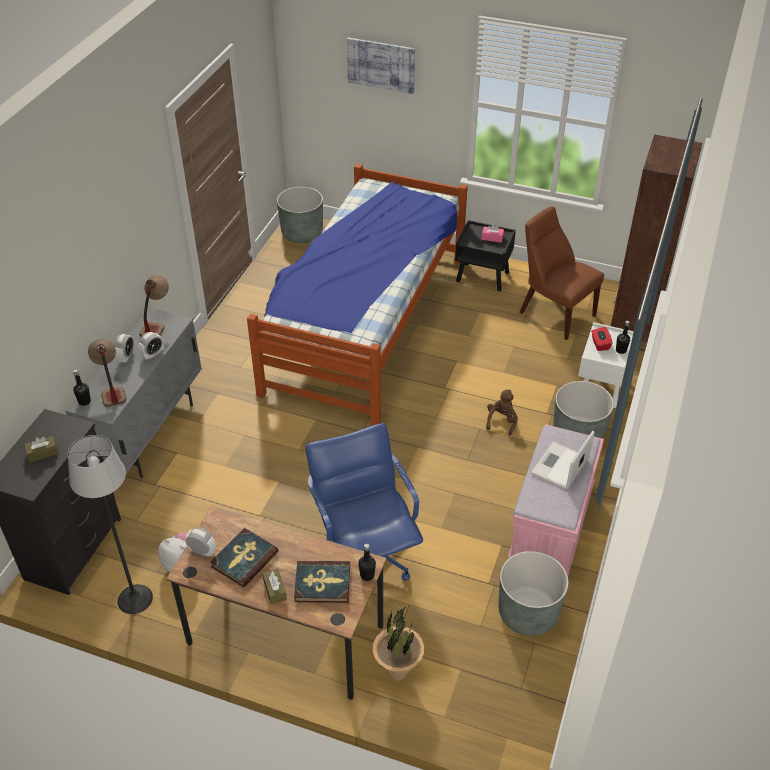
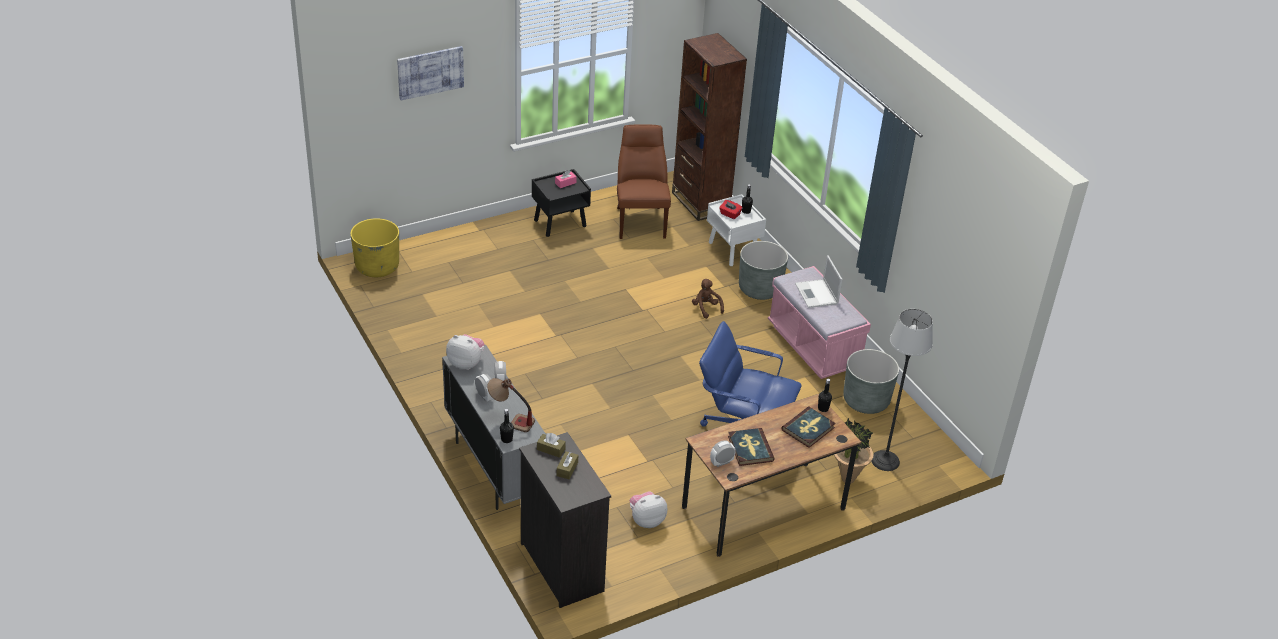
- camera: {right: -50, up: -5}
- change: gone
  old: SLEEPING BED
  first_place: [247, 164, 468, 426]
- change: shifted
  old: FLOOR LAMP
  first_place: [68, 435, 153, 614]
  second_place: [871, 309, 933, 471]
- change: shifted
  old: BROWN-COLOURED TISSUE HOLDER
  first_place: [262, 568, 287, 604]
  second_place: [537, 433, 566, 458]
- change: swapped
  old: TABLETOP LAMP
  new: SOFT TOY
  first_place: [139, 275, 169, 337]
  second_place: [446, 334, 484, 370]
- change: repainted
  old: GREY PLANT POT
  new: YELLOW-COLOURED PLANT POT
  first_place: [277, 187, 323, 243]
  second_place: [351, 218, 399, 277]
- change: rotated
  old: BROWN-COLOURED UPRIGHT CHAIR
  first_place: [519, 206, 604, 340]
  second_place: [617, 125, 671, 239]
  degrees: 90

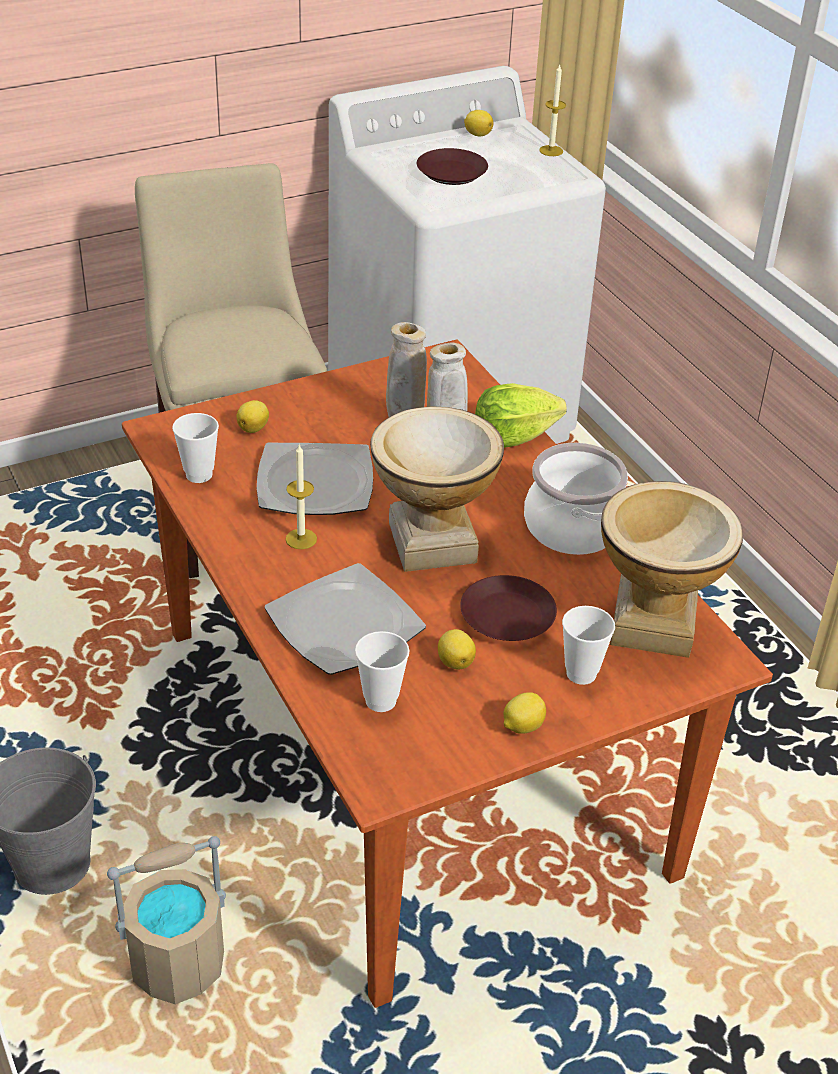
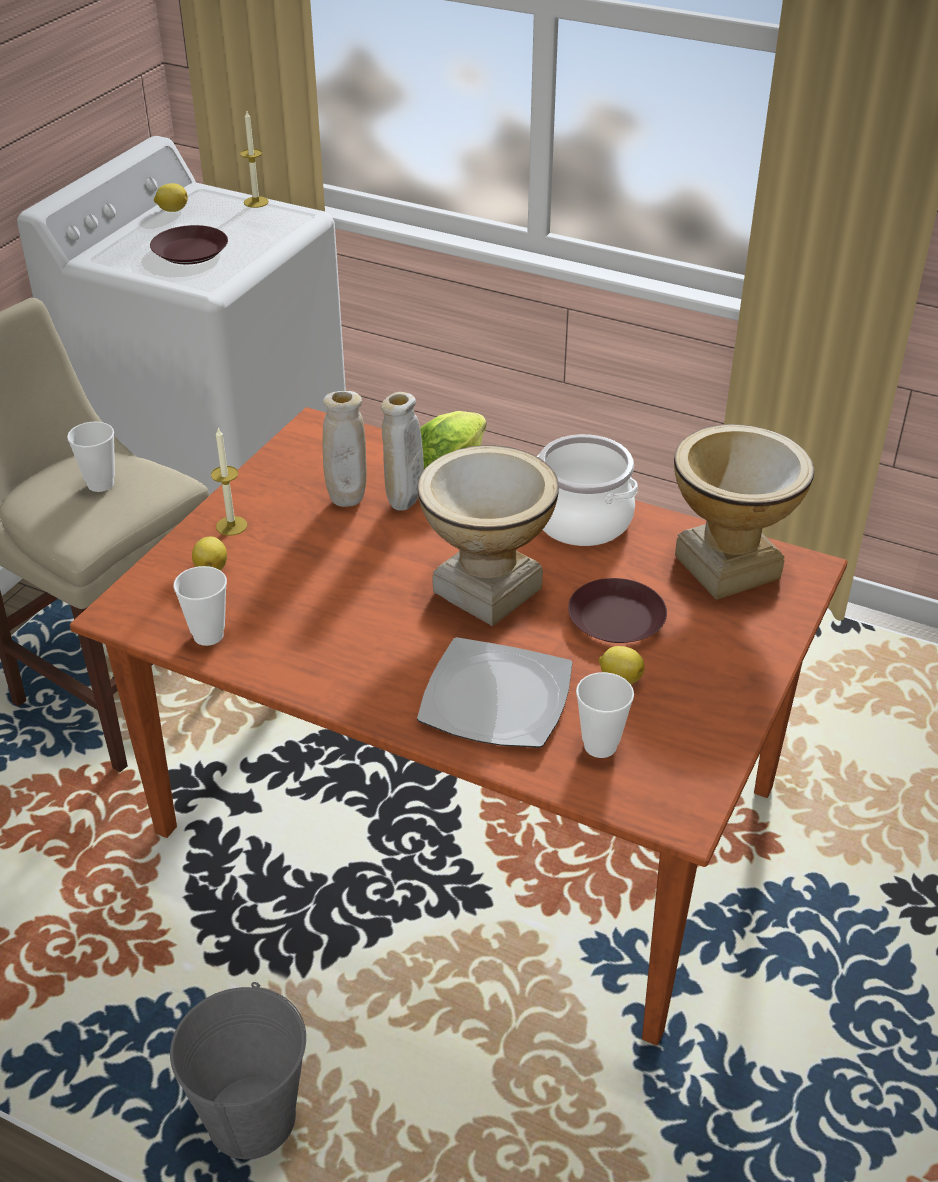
- camera: {right: -35, up: 0}
- change: gone
  old: SAND-COLOURED WATER BUCKET
  first_place: [107, 836, 226, 1004]
- change: gone
  old: DINNER PLATE
  first_place: [257, 443, 373, 515]
- change: gone
  old: LEMON
  first_place: [503, 692, 546, 734]
- change: shifted
  old: CANDLE
  first_place: [285, 444, 317, 549]
  second_place: [211, 428, 247, 536]
- change: shifted
  old: DRINKING CUP
  first_place: [562, 606, 615, 685]
  second_place: [67, 422, 115, 492]

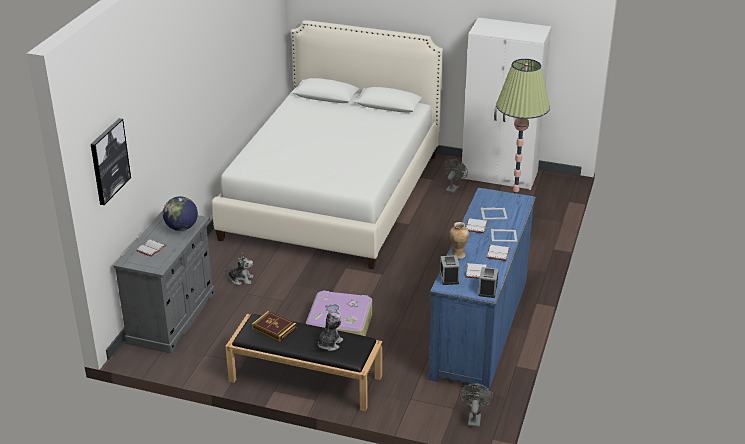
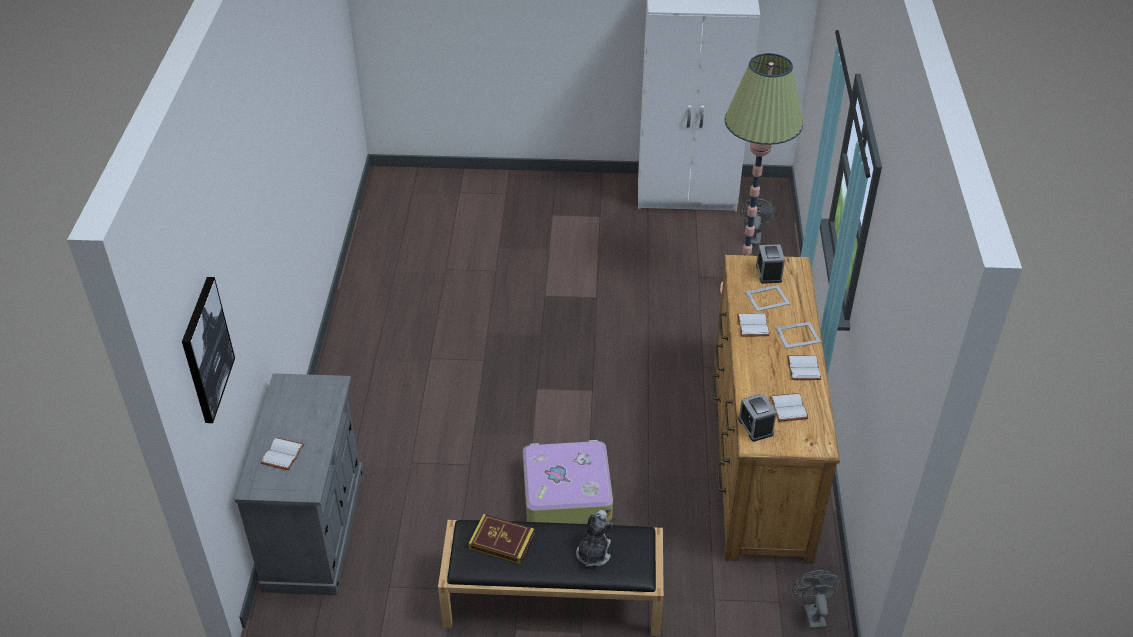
- camera: {right: -15, up: 10}
- change: gone
  old: GLOBE
  first_place: [163, 196, 198, 231]
- change: gone
  old: WHITE SLEEPING BED
  first_place: [212, 20, 443, 269]
- change: gone
  old: SOFT TOY
  first_place: [224, 253, 253, 285]
- change: gone
  old: DECORATIVE VASE
  first_place: [450, 222, 469, 259]
- change: shifted
  old: GREY FAN
  first_place: [444, 159, 468, 193]
  second_place: [740, 198, 777, 246]
- change: shifted
  old: TABLE CLOCK
  first_place: [478, 267, 499, 298]
  second_place: [756, 244, 785, 284]
- change: repainted
  old: BLUISH DRAWER CHEST
  new: BROWN-COLOURED DRAWER CHEST
  first_place: [428, 188, 536, 390]
  second_place: [712, 255, 840, 564]

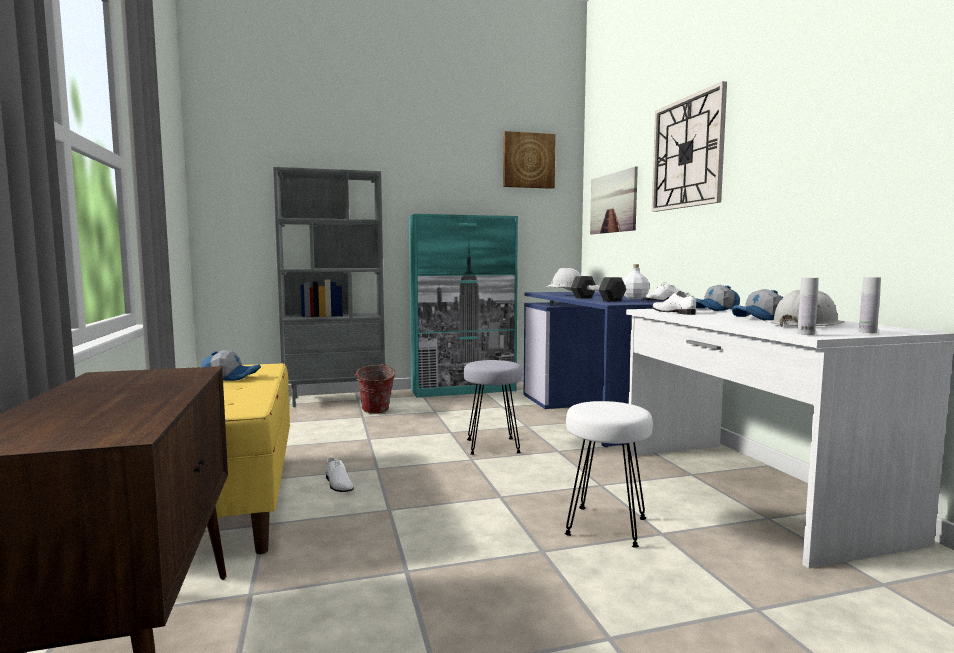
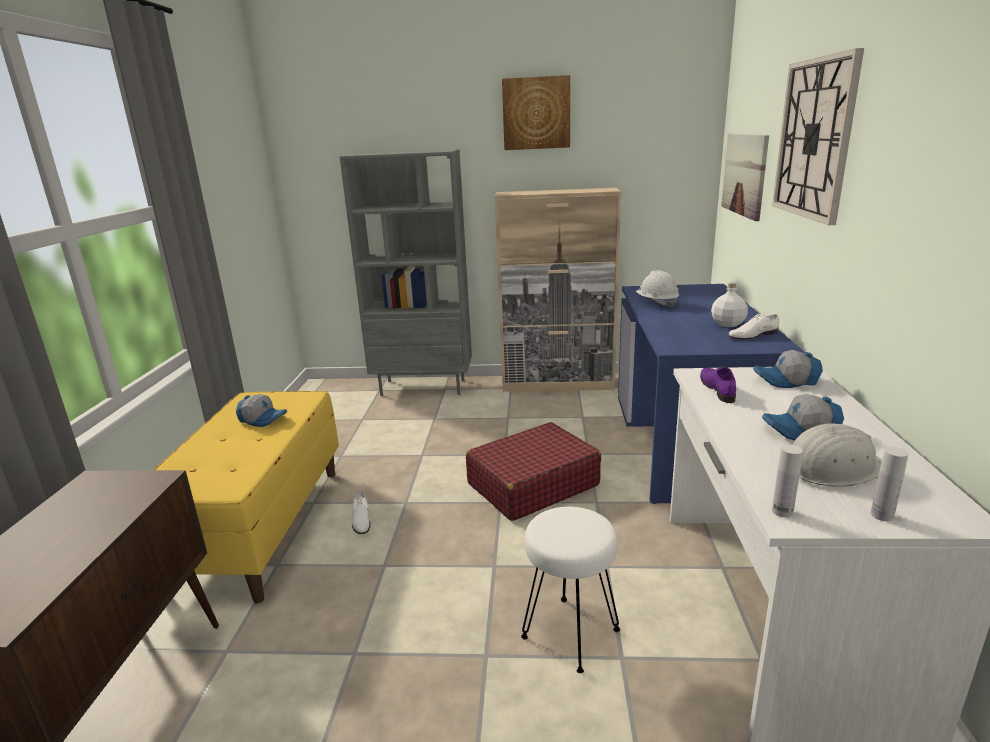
- camera: {right: 20, up: 15}
- change: gone
  old: WATER BUCKET
  first_place: [354, 363, 396, 414]
- change: gone
  old: BLACKISH DUMBBELL
  first_place: [571, 276, 626, 302]
- change: shifted
  old: WALL ART
  first_place: [503, 131, 556, 189]
  second_place: [502, 75, 570, 150]
- change: swapped
  old: GREY STOOL SEAT
  new: RED-COLOURED TRAVEL CASE
  first_place: [464, 360, 522, 455]
  second_place: [466, 422, 601, 521]
- change: repainted
  old: TURQUOISE CUPBOARD
  new: SAND-COLOURED CUPBOARD
  first_place: [409, 214, 518, 398]
  second_place: [495, 188, 621, 392]
- change: repainted
  old: WHITE ITEM OF FOOTWEAR
  new: PURPLISH ITEM OF FOOTWEAR
  first_place: [652, 291, 696, 315]
  second_place: [700, 367, 736, 403]

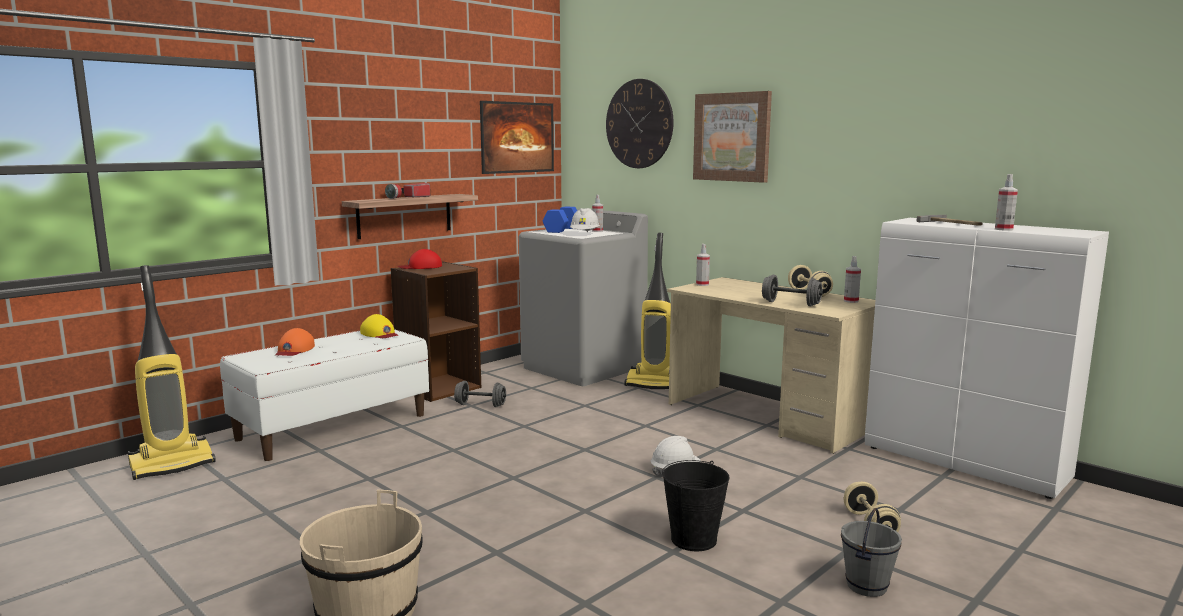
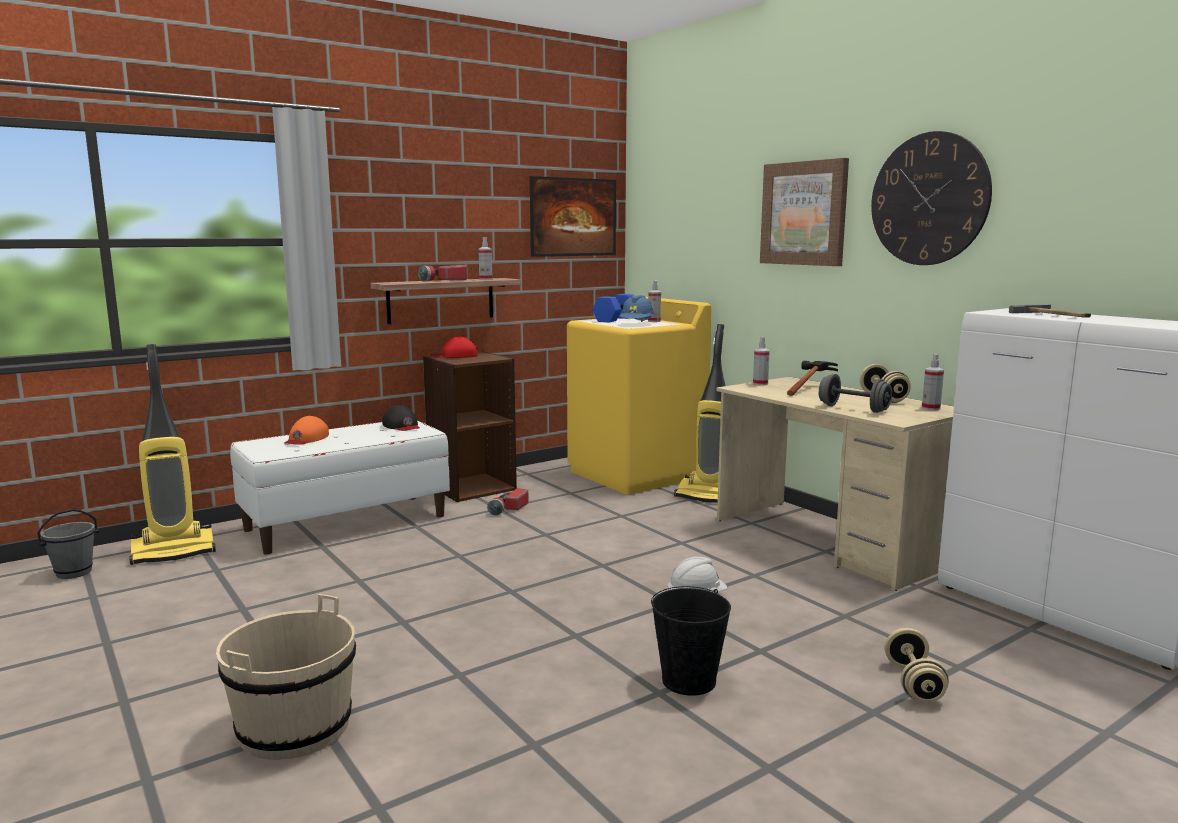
- camera: {right: 10, up: 0}
- change: new
  new: TOOL HAMMER
  second_place: [787, 361, 838, 396]
- change: shifted
  old: HANGING CLOCK
  first_place: [606, 79, 674, 168]
  second_place: [871, 131, 992, 265]
- change: shifted
  old: GREY WATER BUCKET
  first_place: [841, 508, 902, 597]
  second_place: [37, 509, 99, 579]
- change: shifted
  old: SPRAY BOTTLE
  first_place: [995, 174, 1018, 231]
  second_place: [478, 237, 492, 280]
- change: swapped
  old: GREY DUMBBELL
  new: FLASHLIGHT
  first_place: [454, 381, 506, 407]
  second_place: [487, 488, 529, 516]
- change: repainted
  old: YELLOW-COLOURED BASEBALL CAP
  new: BLACKISH BASEBALL CAP
  first_place: [360, 314, 398, 338]
  second_place: [382, 405, 420, 431]
- change: repainted
  old: GREY WASHING MACHINE
  new: YELLOW-COLOURED WASHING MACHINE
  first_place: [519, 209, 648, 386]
  second_place: [567, 297, 711, 495]
- change: repainted
  old: WHITE HARD HAT
  new: BLUISH HARD HAT
  first_place: [570, 208, 600, 232]
  second_place: [620, 295, 654, 322]

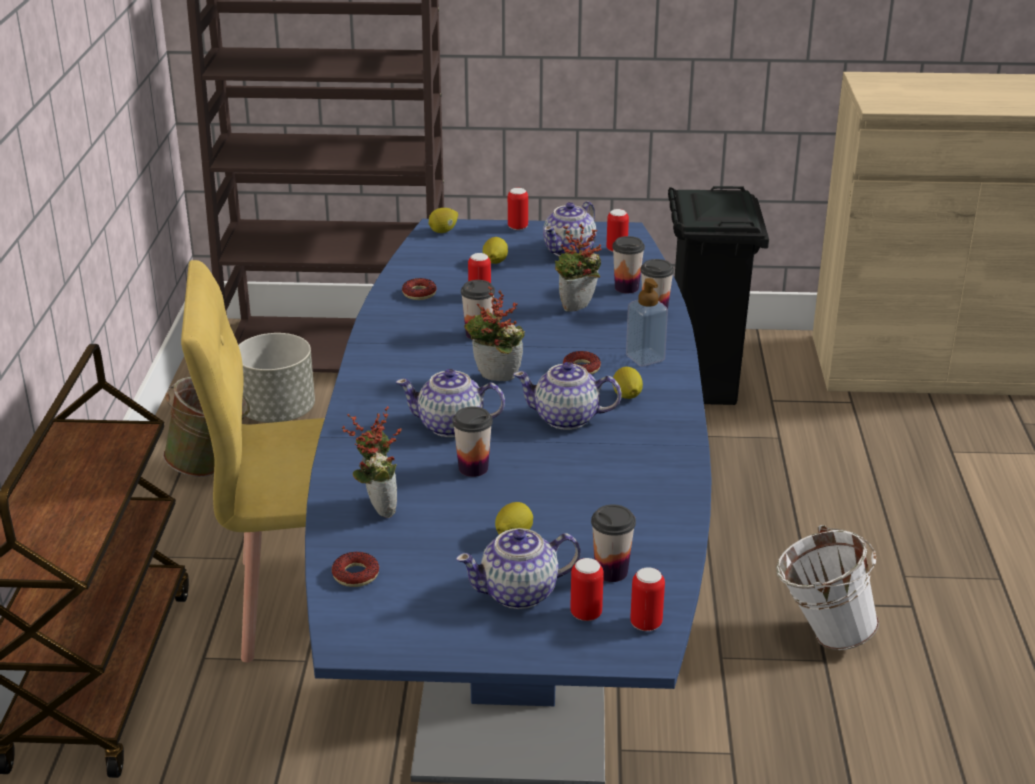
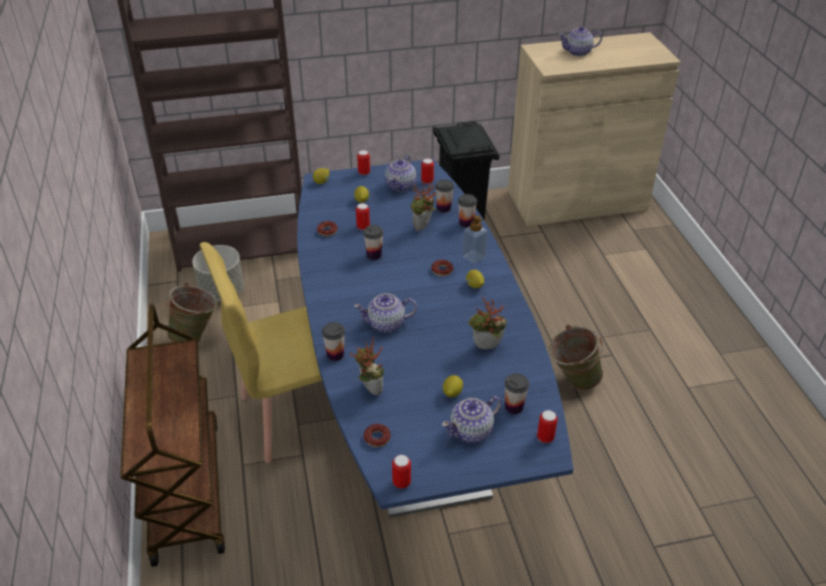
- camera: {right: -15, up: 10}
- change: shifted
  old: DRINKING CUP
  first_place: [452, 406, 493, 477]
  second_place: [322, 322, 345, 361]
- change: shifted
  old: POTTED PLANT
  first_place: [464, 287, 525, 381]
  second_place: [468, 297, 507, 349]
- change: shifted
  old: TEA POT
  first_place: [513, 362, 622, 430]
  second_place: [559, 26, 602, 56]
- change: shifted
  old: CAN
  first_place: [570, 558, 604, 621]
  second_place: [392, 455, 411, 488]
- change: repainted
  old: WHITE WATER BUCKET
  new: GREEN WATER BUCKET
  first_place: [776, 525, 879, 650]
  second_place: [549, 325, 604, 390]

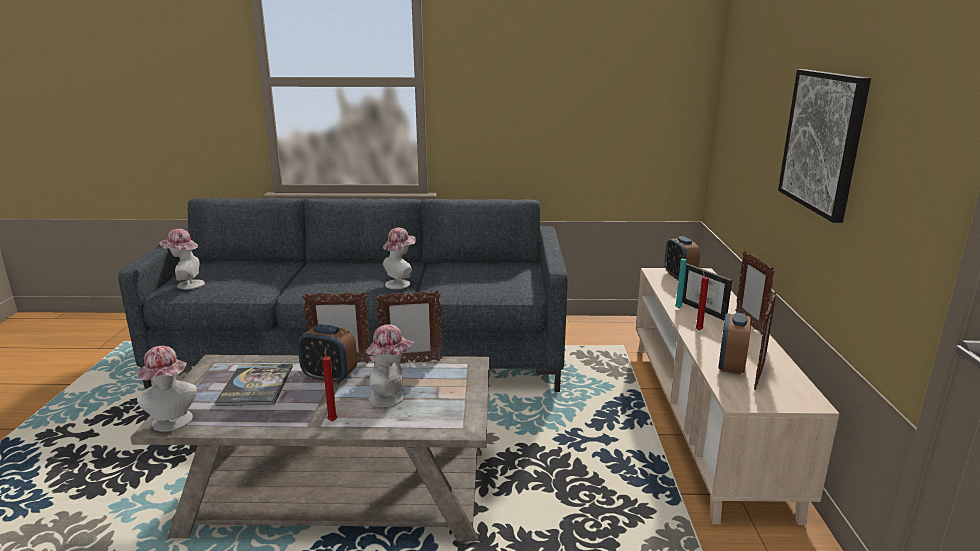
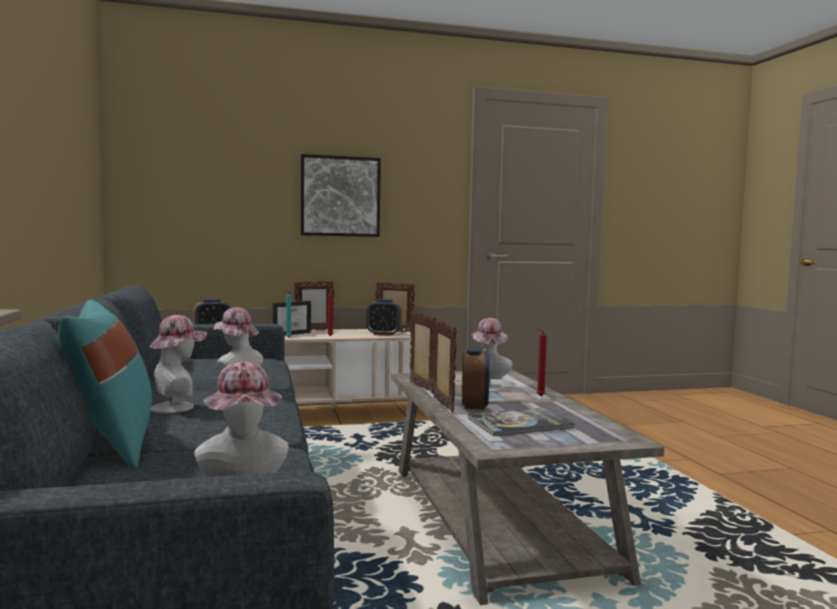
- camera: {right: -105, up: -15}
- change: new
  new: TURQUOISE THROW PILLOW
  second_place: [57, 300, 152, 468]
- change: shifted
  old: WEARABLE HAT
  first_place: [136, 346, 197, 432]
  second_place: [150, 315, 207, 413]

